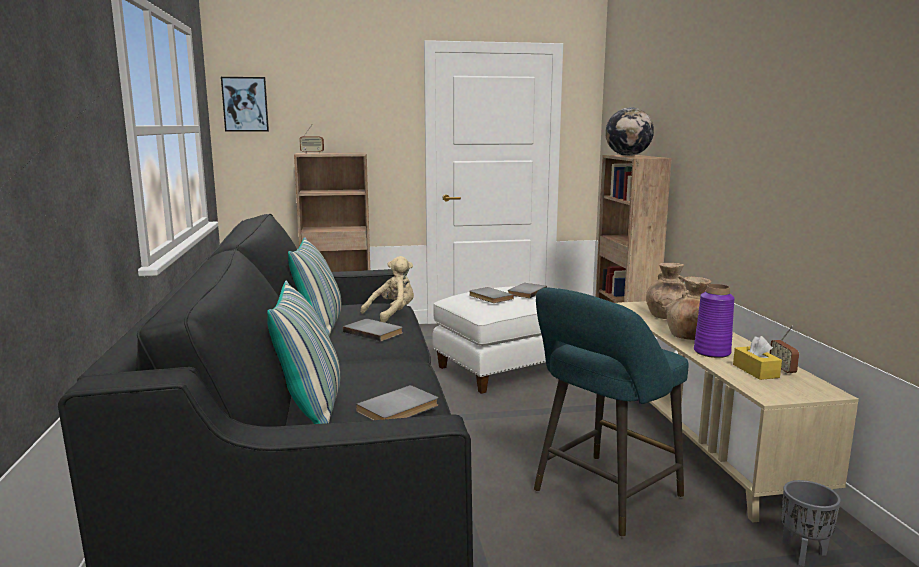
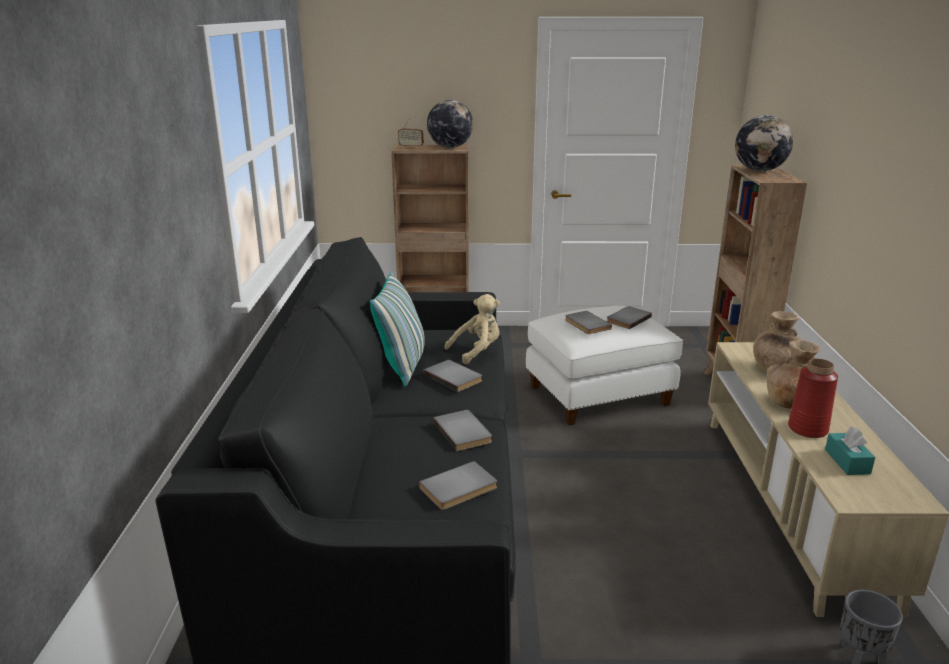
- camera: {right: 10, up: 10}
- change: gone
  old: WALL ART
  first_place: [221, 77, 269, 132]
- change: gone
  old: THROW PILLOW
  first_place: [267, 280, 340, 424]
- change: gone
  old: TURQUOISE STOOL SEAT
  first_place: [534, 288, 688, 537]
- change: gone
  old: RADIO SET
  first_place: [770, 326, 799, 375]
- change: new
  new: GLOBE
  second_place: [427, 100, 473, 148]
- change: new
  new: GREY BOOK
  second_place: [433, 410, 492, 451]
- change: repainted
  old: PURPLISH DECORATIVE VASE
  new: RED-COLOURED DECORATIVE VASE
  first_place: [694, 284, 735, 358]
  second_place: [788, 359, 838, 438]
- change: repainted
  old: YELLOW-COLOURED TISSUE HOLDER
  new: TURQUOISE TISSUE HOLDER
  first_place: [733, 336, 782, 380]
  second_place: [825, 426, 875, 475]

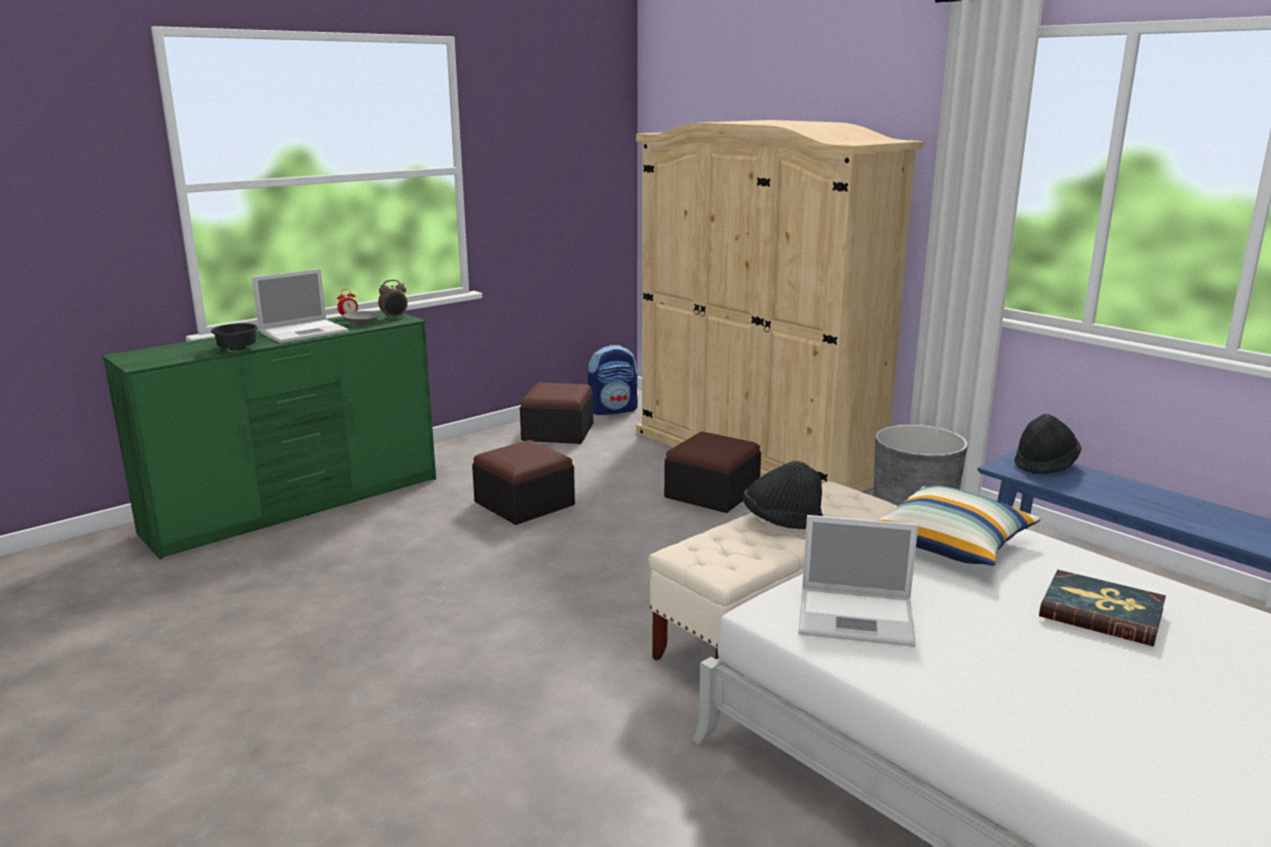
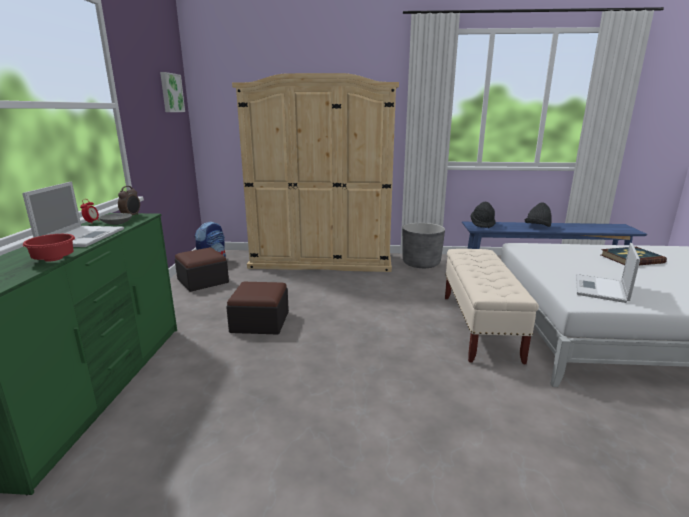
- camera: {right: -45, up: 0}
- change: gone
  old: POUFFE
  first_place: [664, 432, 761, 513]
- change: gone
  old: THROW PILLOW
  first_place: [876, 486, 1041, 566]
- change: new
  new: WALL ART
  second_place: [160, 72, 185, 112]
- change: shifted
  old: BLACKISH WEARABLE HAT
  first_place: [743, 461, 823, 529]
  second_place: [525, 203, 552, 227]
- change: repainted
  old: BLACKISH DEEP DISH
  new: RED-COLOURED DEEP DISH
  first_place: [211, 323, 258, 350]
  second_place: [23, 234, 75, 261]
- change: rotated
  old: NOTEBOOK COMPUTER
  first_place: [798, 515, 918, 647]
  second_place: [576, 243, 640, 303]
  degrees: 150

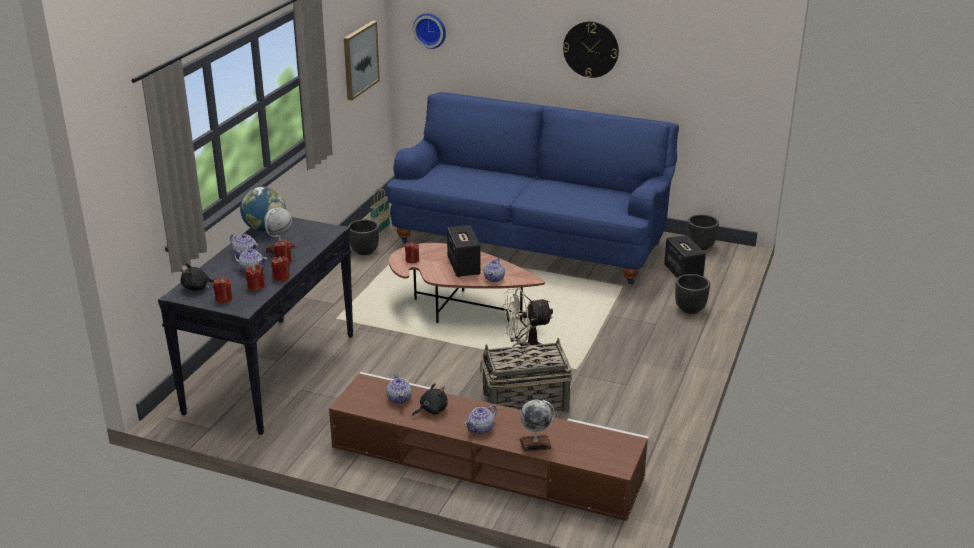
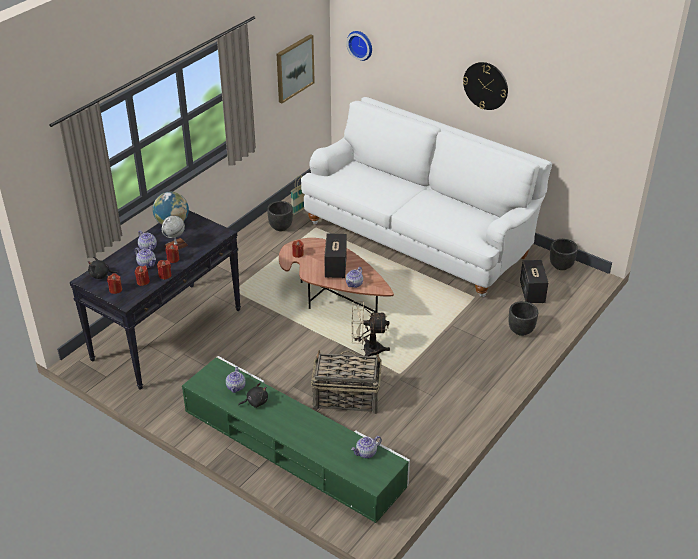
- camera: {right: 15, up: 10}
- change: gone
  old: GLOBE
  first_place: [519, 400, 555, 452]
- change: shifted
  old: TEA POT
  first_place: [465, 405, 497, 434]
  second_place: [351, 436, 382, 458]
- change: repainted
  old: BROWN-COLOURED TV STAND
  new: GREEN TV STAND
  first_place: [329, 372, 649, 521]
  second_place: [182, 356, 410, 523]
- change: repainted
  old: BLUISH COUCH
  new: WHITE COUCH
  first_place: [387, 92, 679, 285]
  second_place: [301, 97, 552, 297]

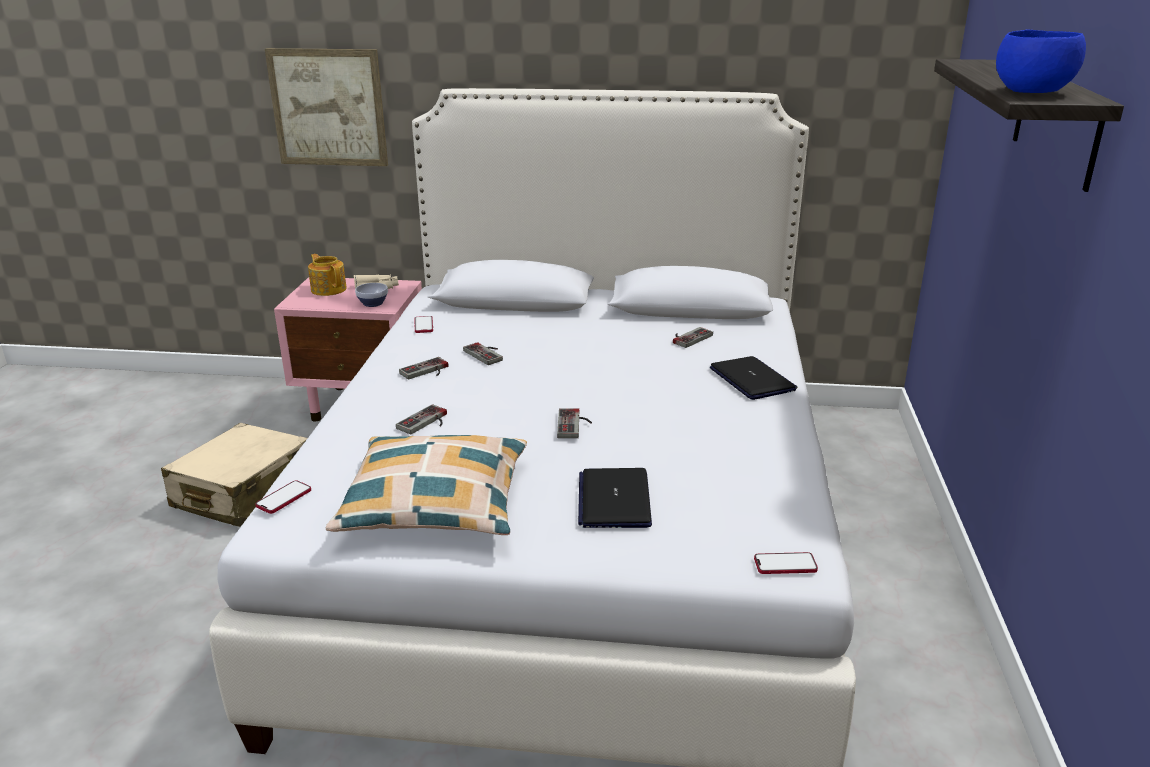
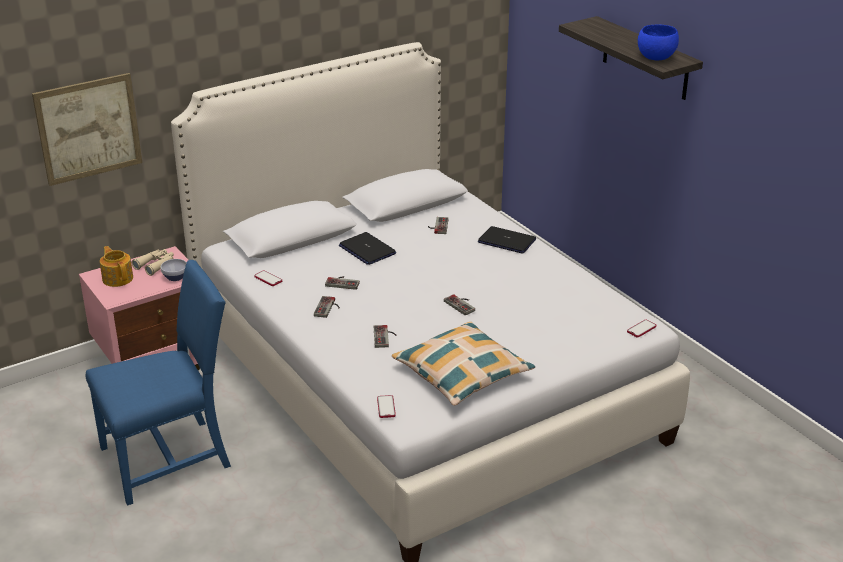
- camera: {right: -40, up: 5}
- change: shifted
  old: NOTEBOOK COMPUTER
  first_place: [578, 468, 652, 528]
  second_place: [339, 232, 396, 265]
- change: swapped
  old: SAND-COLOURED TRAVEL CASE
  new: BLUISH UPRIGHT CHAIR
  first_place: [161, 423, 308, 527]
  second_place: [86, 260, 231, 506]
- change: rotated
  old: TEA POT
  first_place: [308, 254, 347, 296]
  second_place: [100, 246, 133, 287]
  degrees: 45

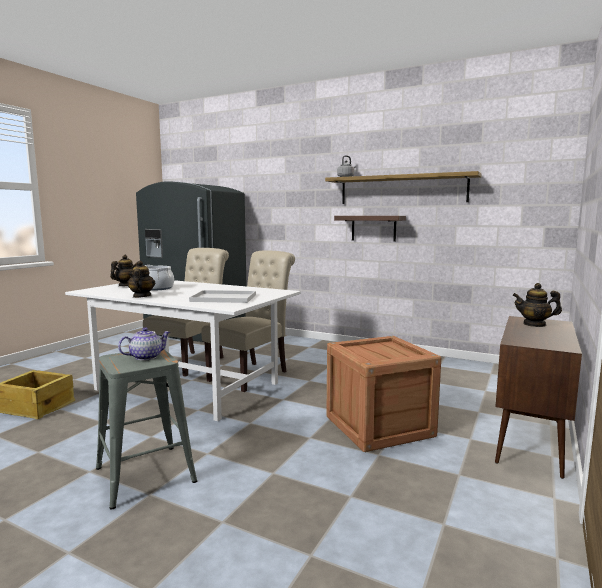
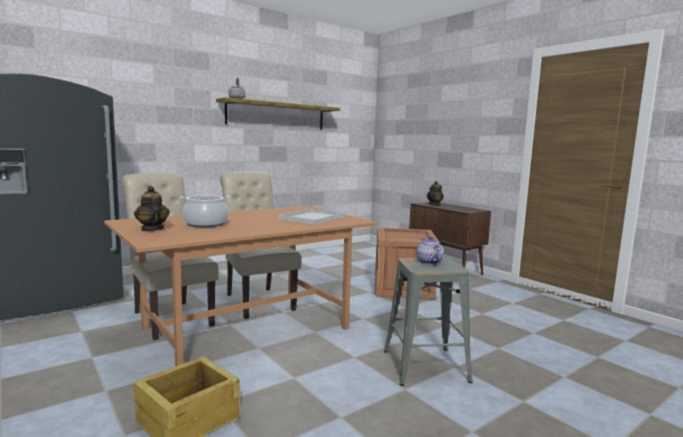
- camera: {right: -65, up: 0}
- change: gone
  old: TEA POT
  first_place: [127, 261, 155, 298]
- change: gone
  old: SHELF
  first_place: [334, 216, 406, 242]
- change: repainted
  old: WHITE DINNER TABLE
  new: BROWN-COLOURED DINNER TABLE
  first_place: [65, 280, 301, 421]
  second_place: [104, 206, 377, 366]

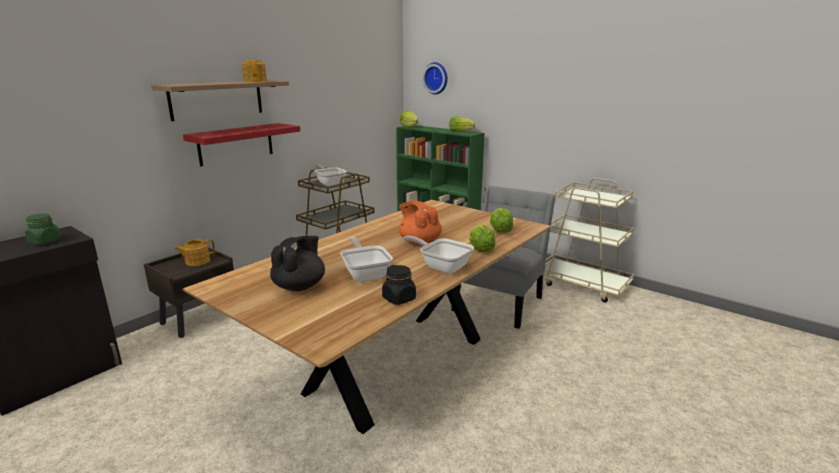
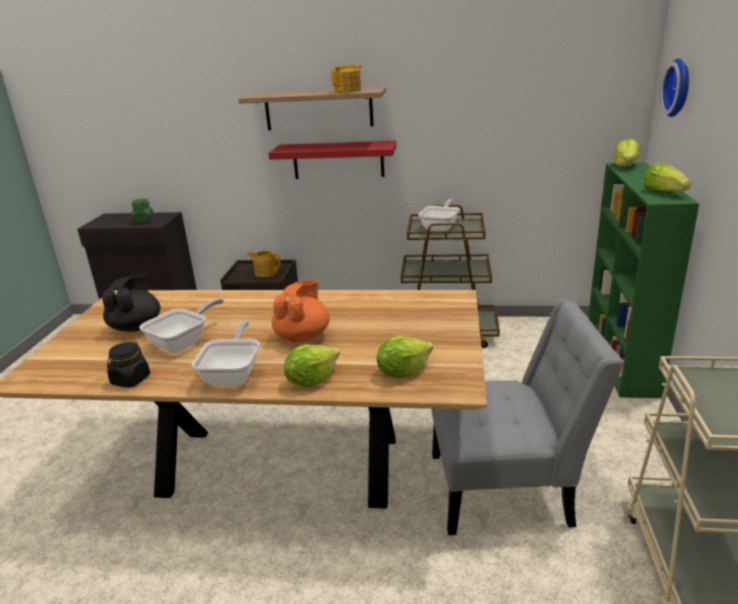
- camera: {right: 60, up: 5}
- change: rotated
  old: BLACKISH TEA POT
  first_place: [270, 236, 325, 291]
  second_place: [102, 274, 160, 332]
  degrees: -75

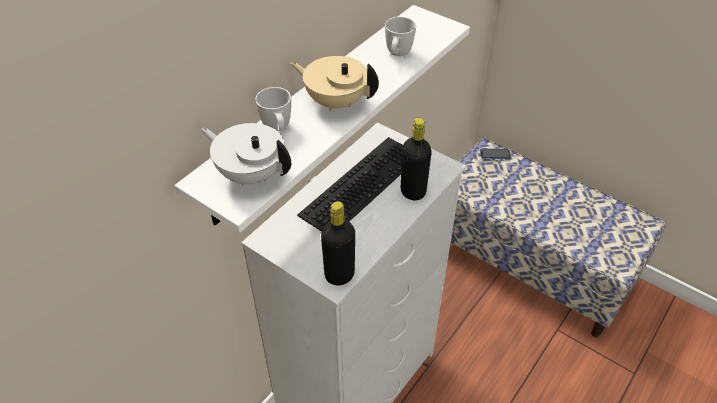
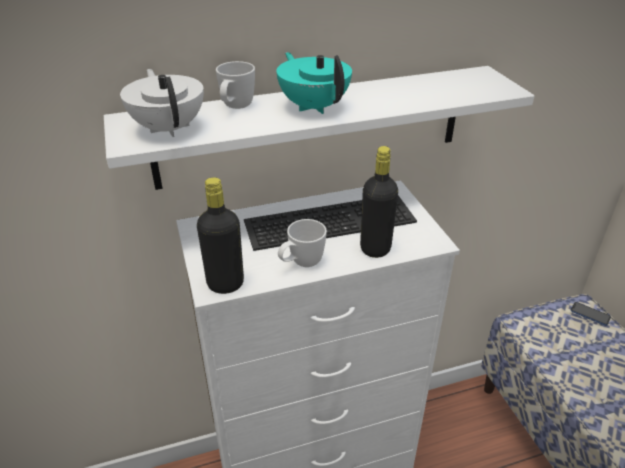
- camera: {right: 35, up: -10}
- change: shifted
  old: WHITE TEA MUG
  first_place: [385, 17, 416, 56]
  second_place: [278, 219, 327, 267]
- change: repainted
  old: SAND-COLOURED TEA POT
  new: TURQUOISE TEA POT
  first_place: [290, 56, 379, 111]
  second_place: [277, 52, 352, 114]

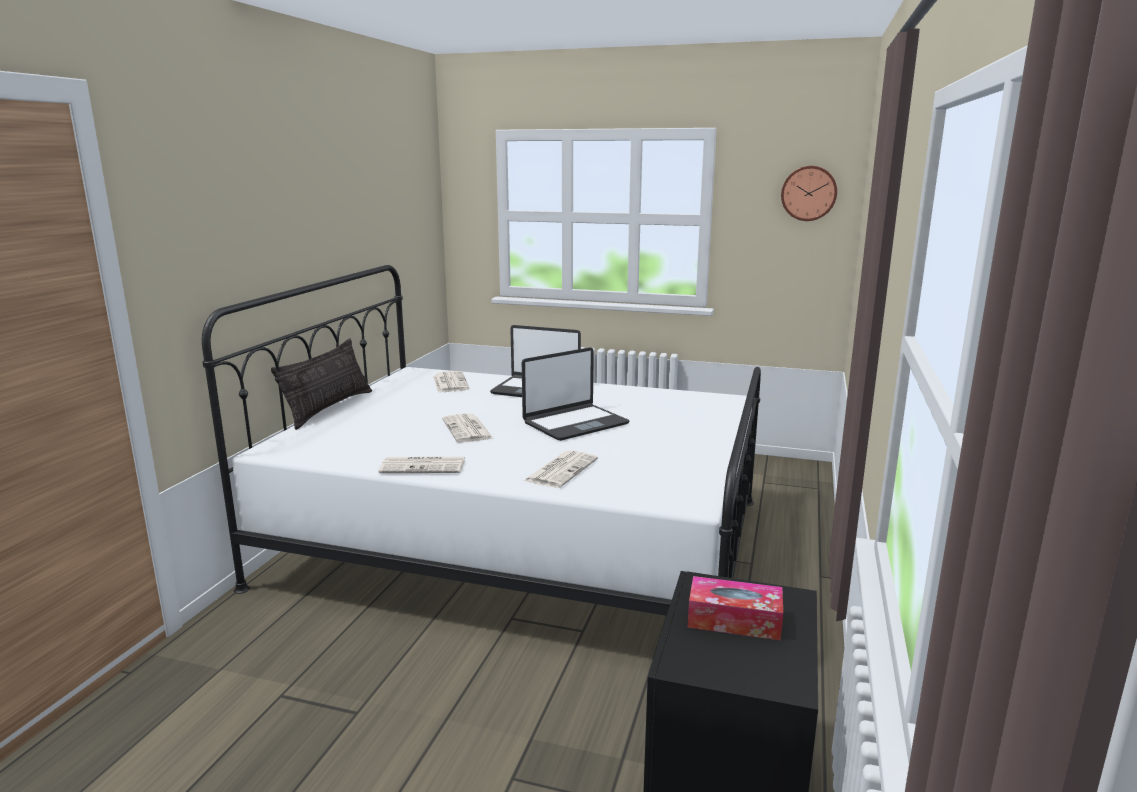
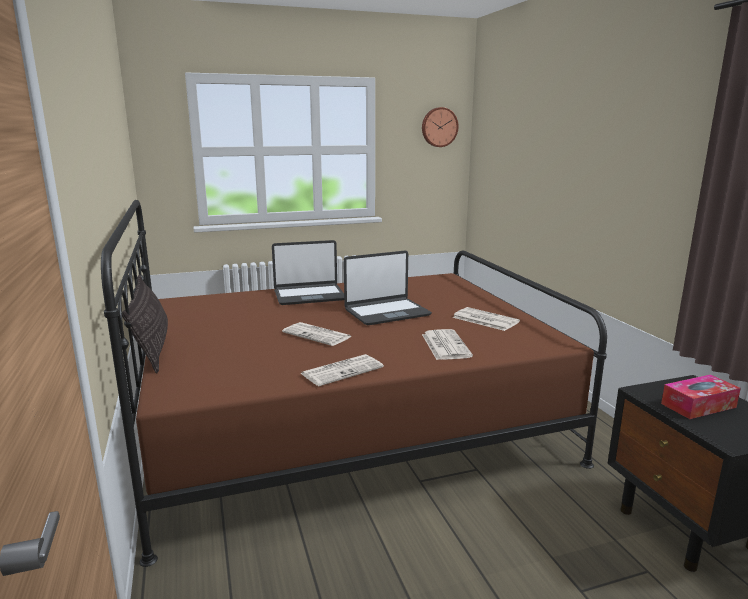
- camera: {right: -35, up: 0}
- change: shifted
  old: PRINTED PAPER
  first_place: [433, 371, 470, 392]
  second_place: [452, 307, 520, 331]
- change: repainted
  old: WHITE SLEEPING BED
  new: BROWN-COLOURED SLEEPING BED
  first_place: [202, 265, 761, 616]
  second_place: [101, 200, 607, 567]
- change: rotated
  old: NOTEBOOK COMPUTER
  first_place: [522, 347, 629, 441]
  second_place: [344, 250, 432, 325]
  degrees: 45

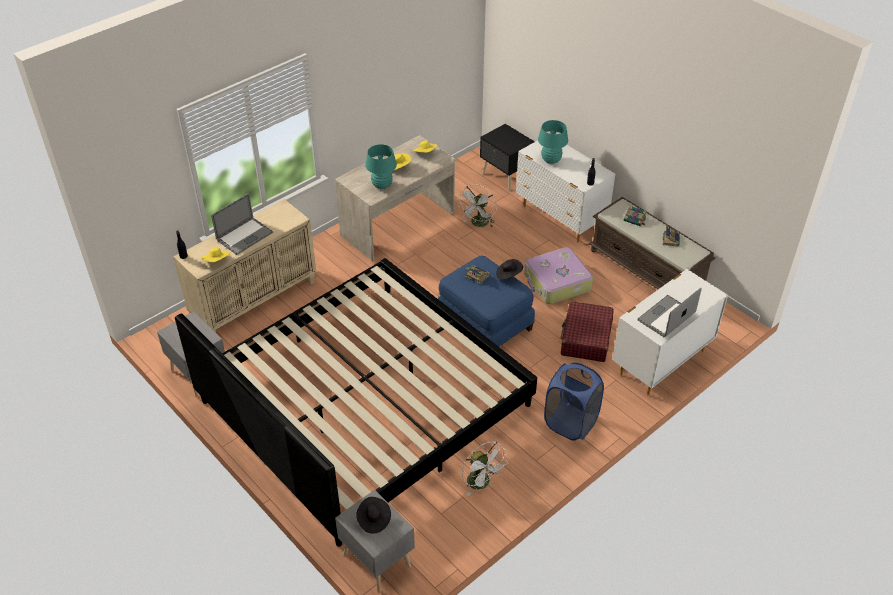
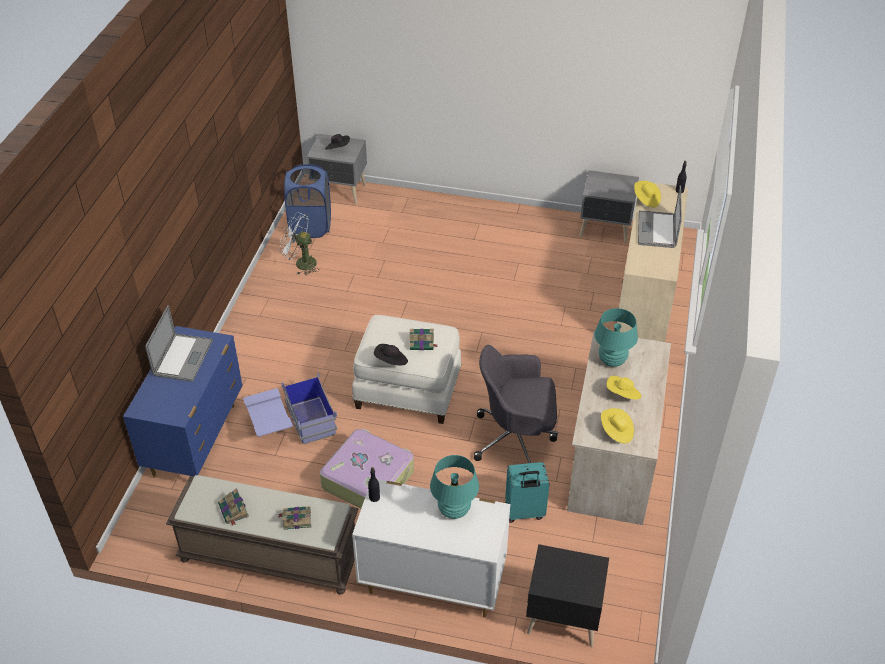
- camera: {right: 145, up: 0}
- change: gone
  old: SLEEPING BED
  first_place: [175, 258, 537, 547]
- change: new
  new: GREY DESK CHAIR
  second_place: [474, 345, 558, 463]
- change: shifted
  old: BLUISH WASHING BASKET
  first_place: [544, 363, 604, 441]
  second_place: [284, 164, 331, 238]
- change: swapped
  old: WHITE FAN
  new: TURQUOISE TRAVEL CASE
  first_place: [459, 184, 497, 227]
  second_place: [505, 462, 549, 523]
- change: swapped
  old: RED-COLOURED TRAVEL CASE
  new: BLUISH STORAGE CONTAINER
  first_place: [561, 301, 614, 362]
  second_place: [243, 372, 337, 444]
- change: repainted
  old: BLUISH POUFFE
  new: WHITE POUFFE
  first_place: [438, 256, 535, 347]
  second_place: [352, 315, 461, 424]
- change: repainted
  old: WHITE DRAWER CHEST
  new: BLUISH DRAWER CHEST
  first_place: [612, 269, 728, 396]
  second_place: [123, 326, 243, 478]

